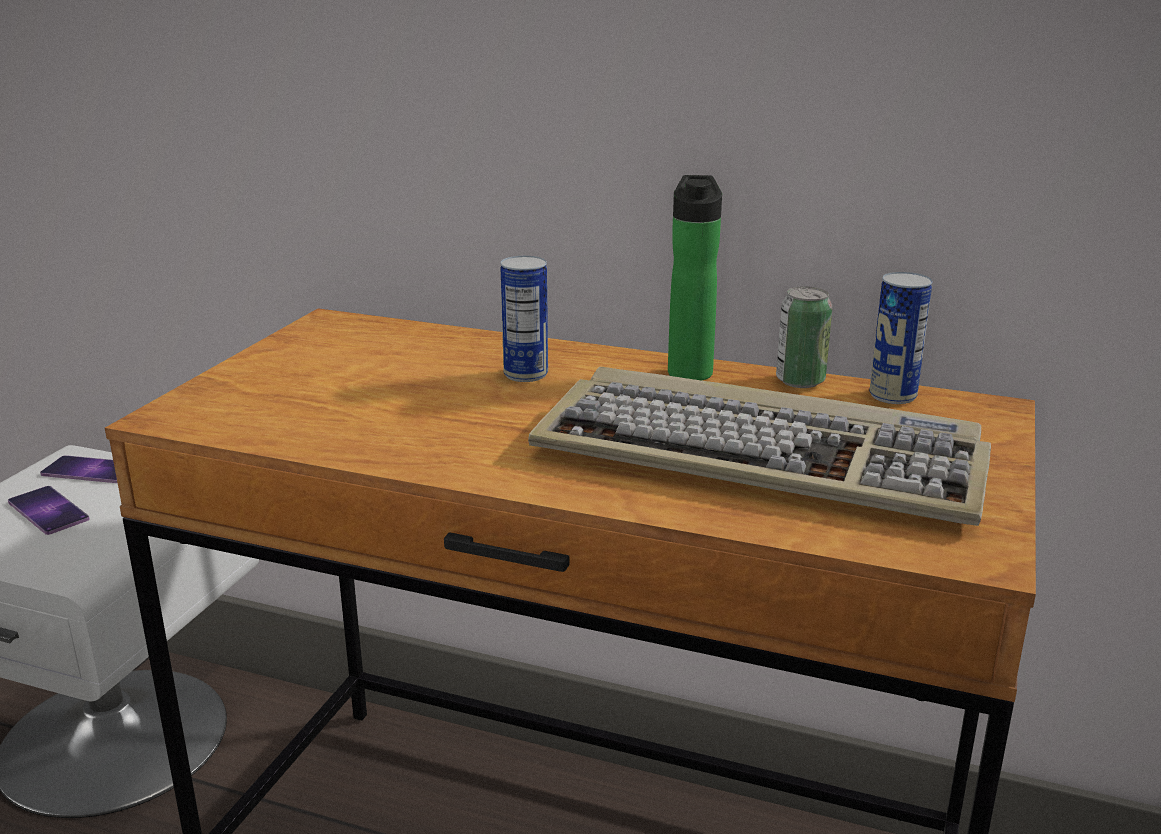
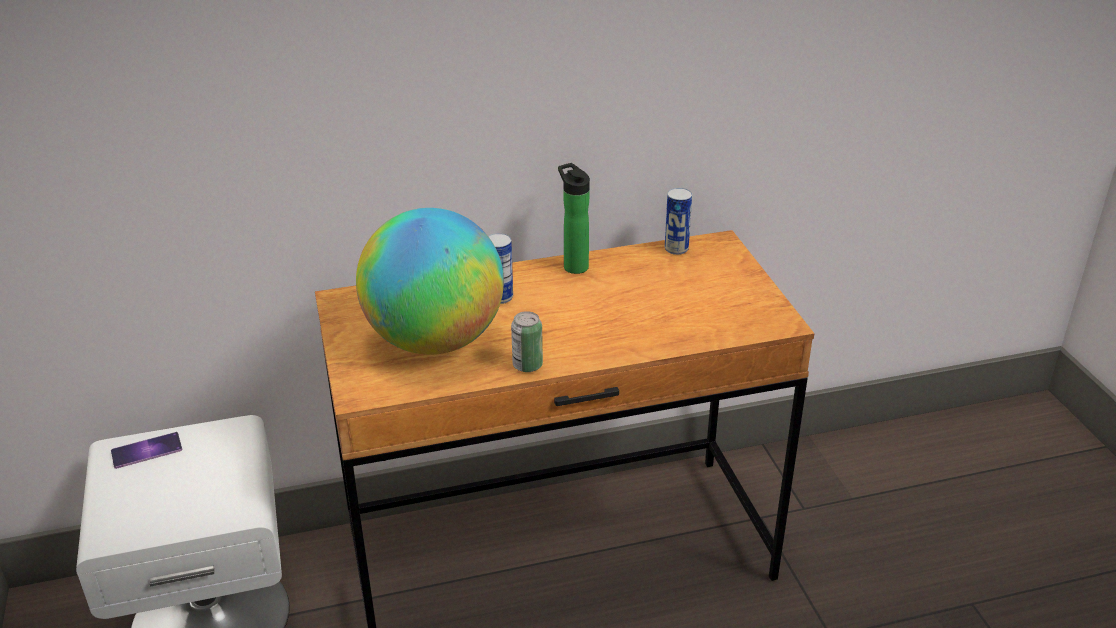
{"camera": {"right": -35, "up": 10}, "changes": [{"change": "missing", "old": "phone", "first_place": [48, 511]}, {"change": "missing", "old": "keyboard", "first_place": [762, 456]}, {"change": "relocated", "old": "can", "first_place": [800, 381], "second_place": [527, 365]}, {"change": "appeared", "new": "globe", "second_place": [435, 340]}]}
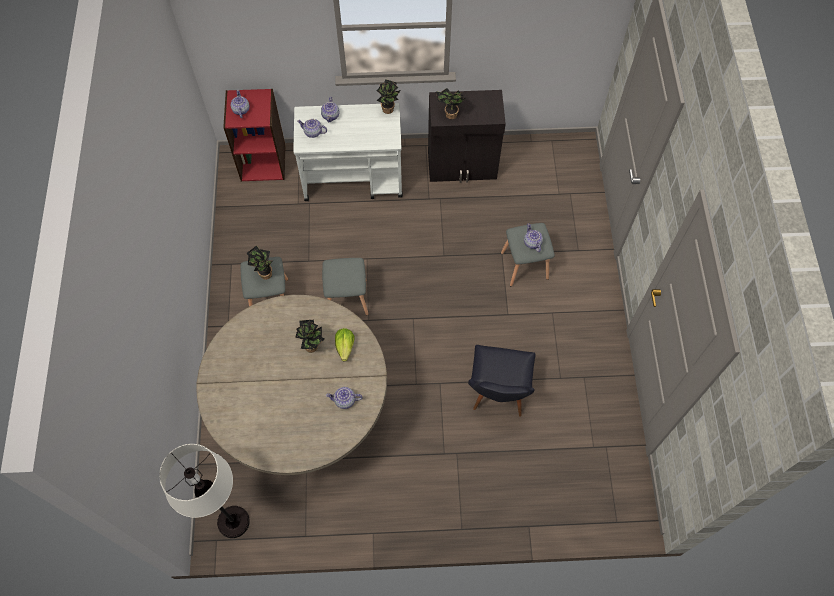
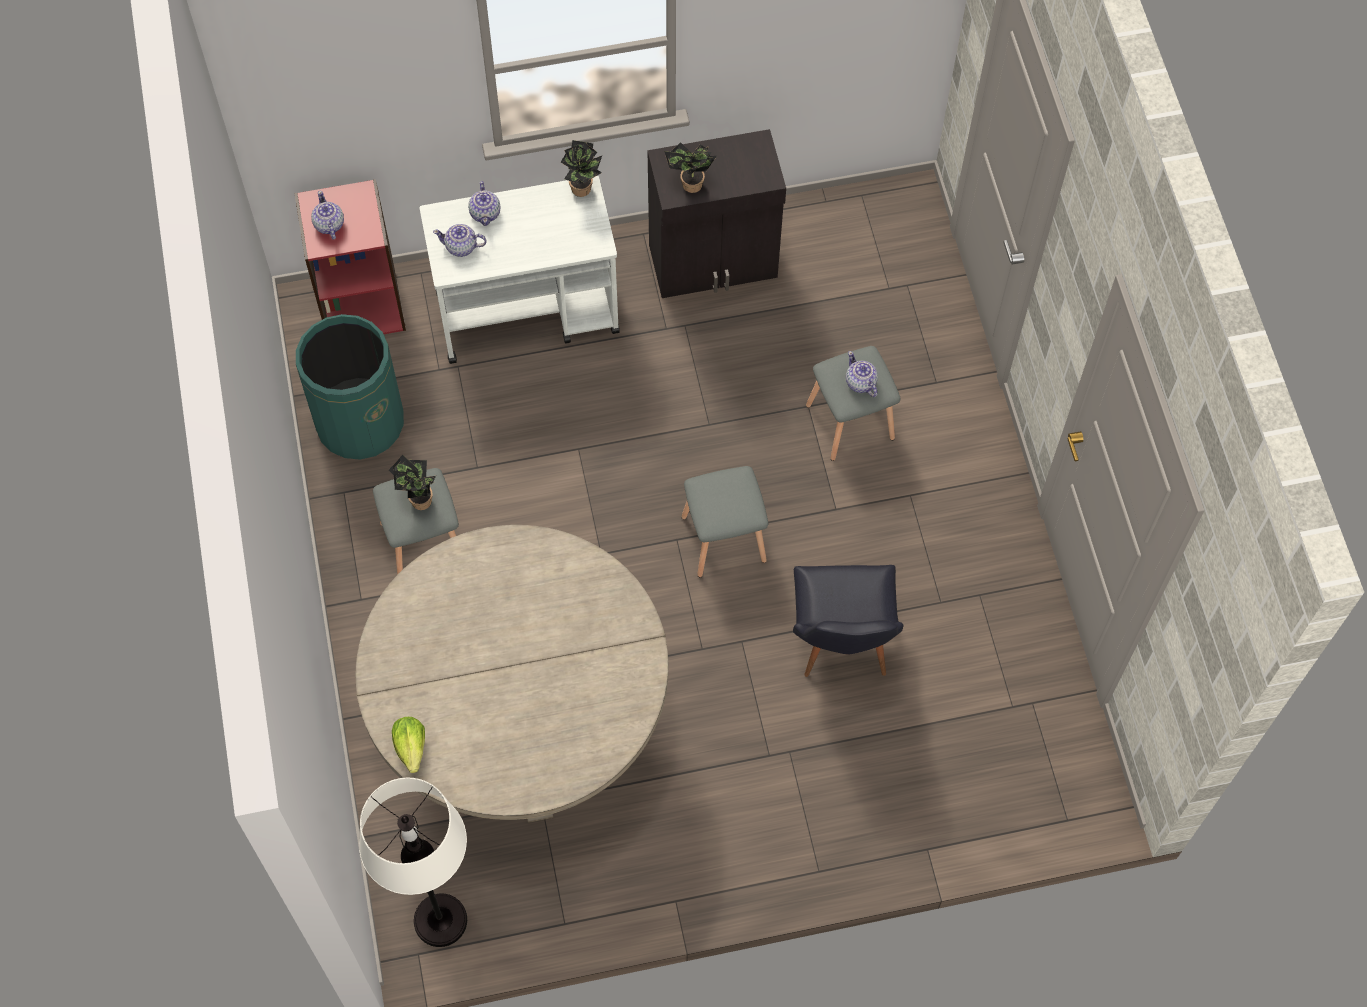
{"camera": {"right": -10, "up": 0}, "changes": [{"change": "missing", "old": "potted plant", "first_place": [313, 347]}, {"change": "relocated", "old": "stool/grey", "first_place": [348, 298], "second_place": [725, 538]}, {"change": "missing", "old": "teapot", "first_place": [344, 400]}, {"change": "relocated", "old": "lettuce", "first_place": [345, 347], "second_place": [411, 747]}, {"change": "appeared", "new": "trash can/green", "second_place": [360, 422]}]}
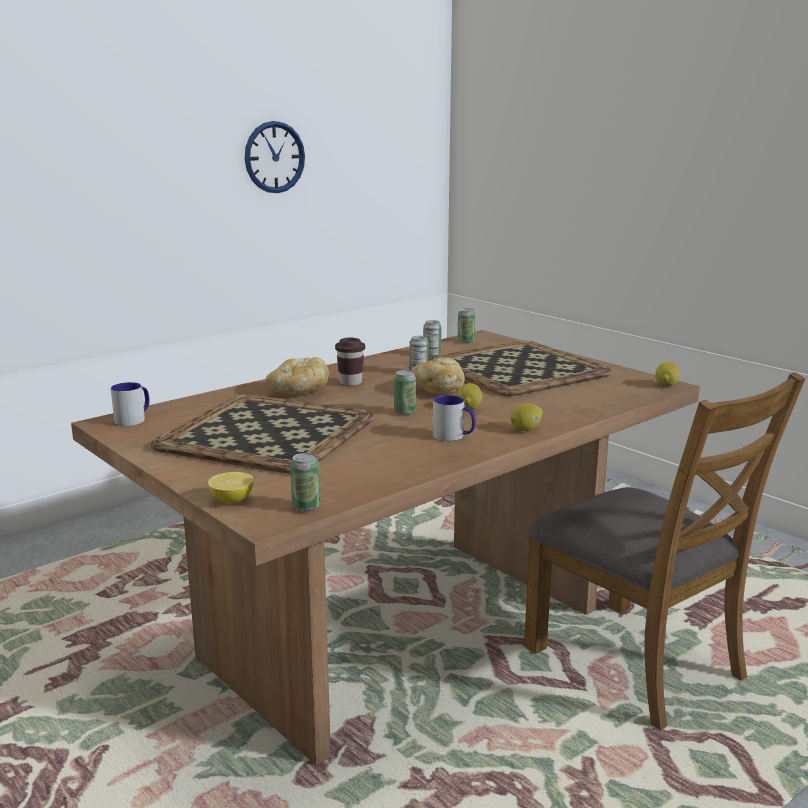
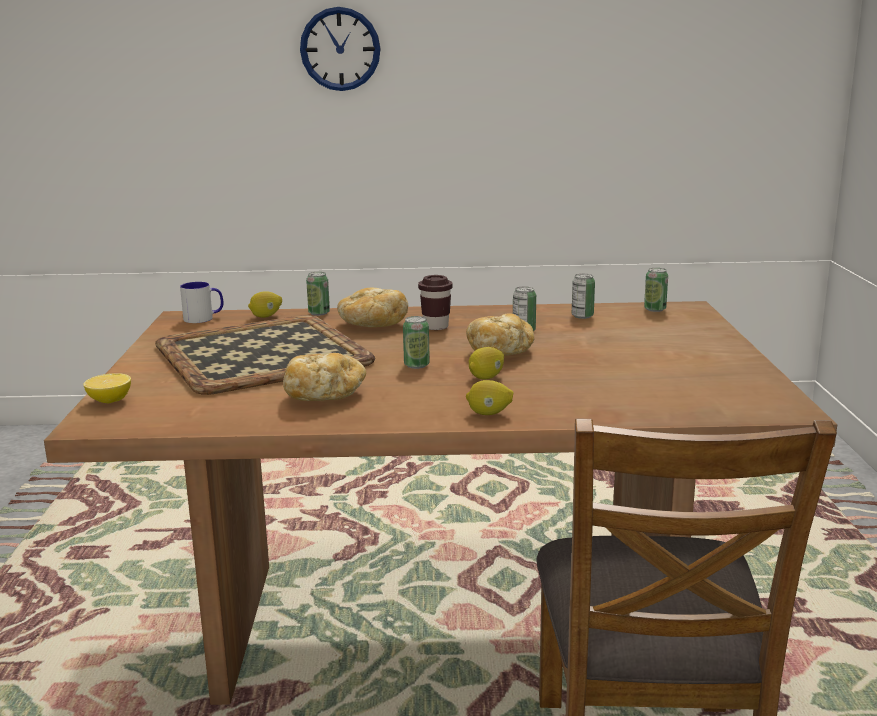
{"camera": {"right": 40, "up": 0}, "changes": [{"change": "relocated", "old": "wall clock", "first_place": [274, 157], "second_place": [340, 49]}, {"change": "relocated", "old": "can", "first_place": [306, 507], "second_place": [319, 313]}, {"change": "missing", "old": "tray", "first_place": [517, 369]}, {"change": "missing", "old": "mug", "first_place": [454, 436]}, {"change": "relocated", "old": "lemon", "first_place": [666, 385], "second_place": [266, 316]}, {"change": "appeared", "new": "bread", "second_place": [324, 396]}]}
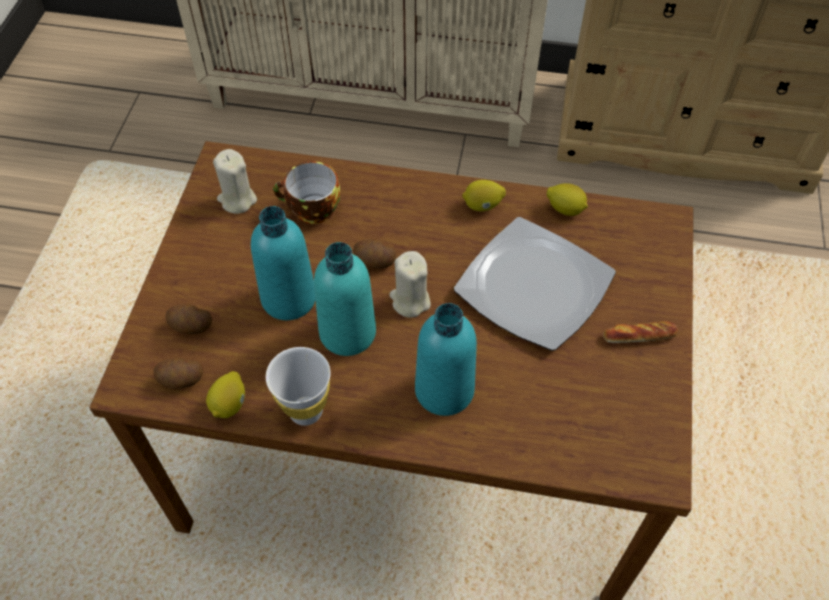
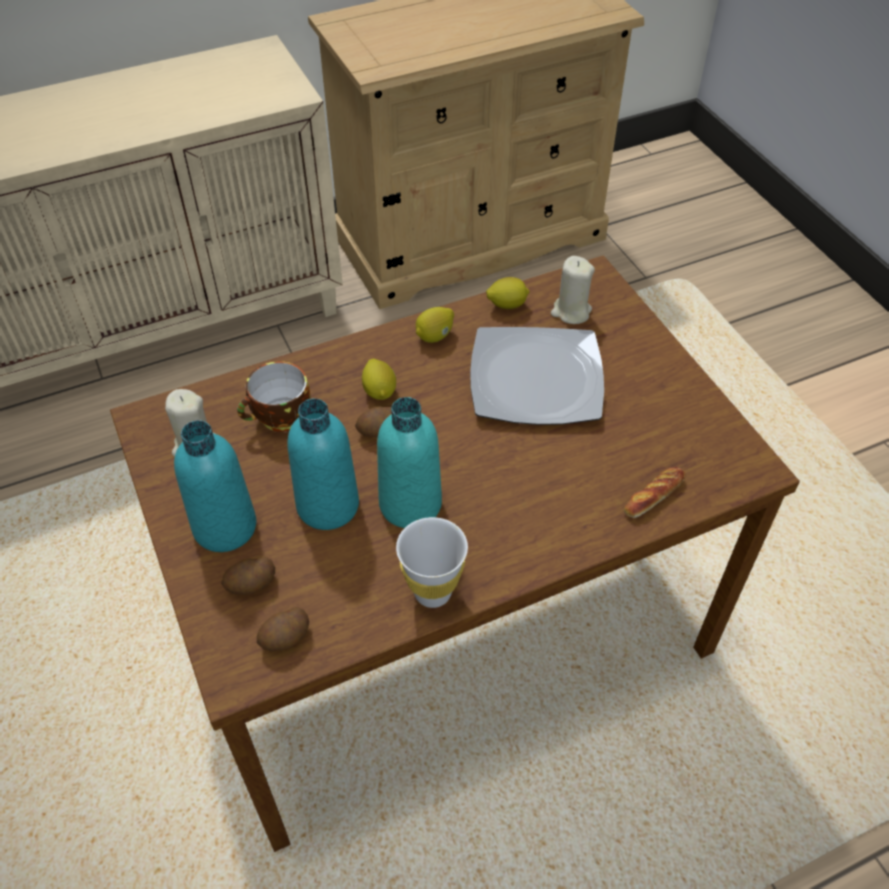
{"camera": {"right": -35, "up": -5}, "changes": [{"change": "relocated", "old": "lemon", "first_place": [229, 404], "second_place": [379, 391]}, {"change": "relocated", "old": "candle/beige", "first_place": [410, 301], "second_place": [571, 312]}, {"change": "relocated", "old": "bottle/turquoise", "first_place": [444, 390], "second_place": [225, 527]}, {"change": "relocated", "old": "bread", "first_place": [639, 335], "second_place": [654, 495]}]}
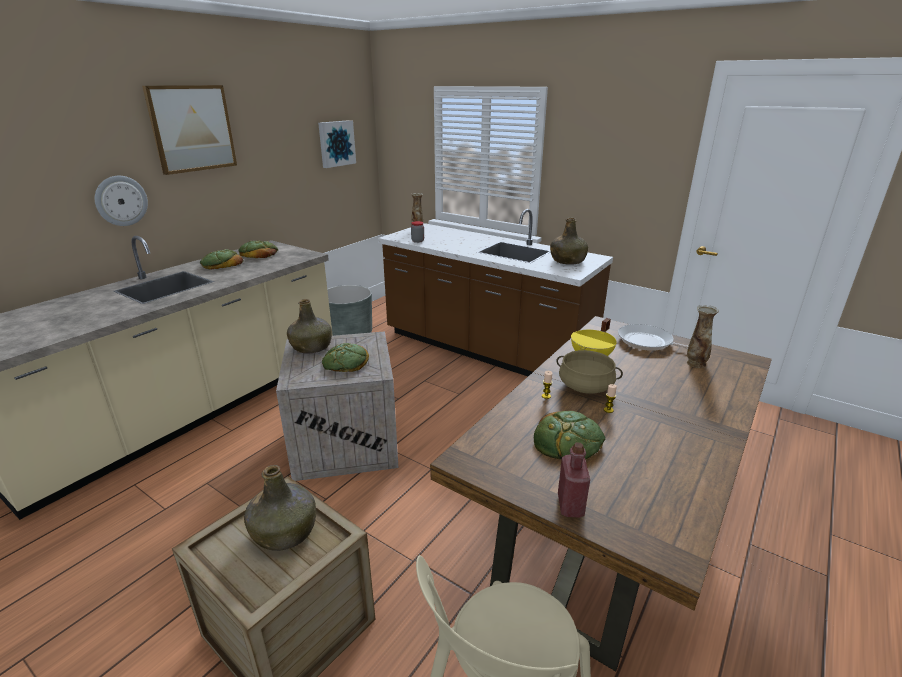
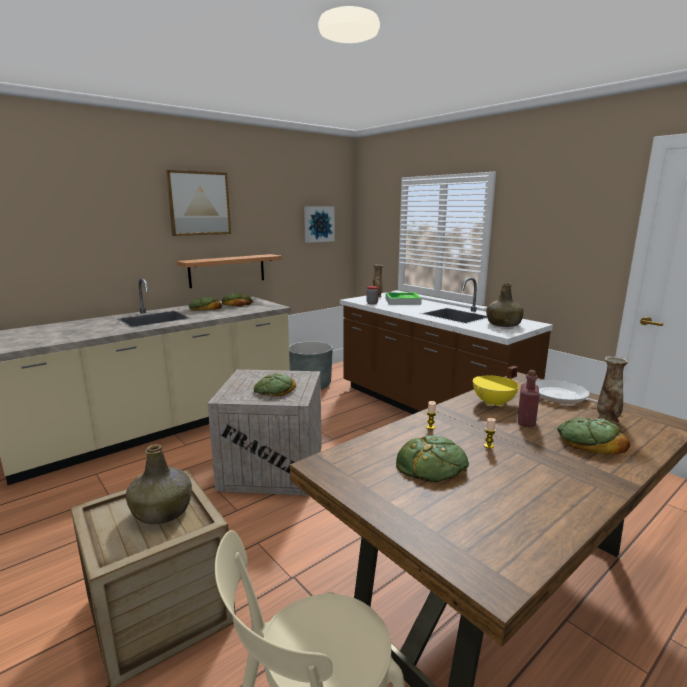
{"camera": {"right": 15, "up": -10}, "changes": [{"change": "missing", "old": "wall clock", "first_place": [121, 201]}, {"change": "missing", "old": "bottle/green", "first_place": [311, 347]}, {"change": "missing", "old": "cooking pot/beige", "first_place": [585, 386]}, {"change": "relocated", "old": "bottle/red", "first_place": [570, 505], "second_place": [526, 421]}, {"change": "appeared", "new": "shelf", "second_place": [227, 270]}, {"change": "appeared", "new": "tray", "second_place": [402, 301]}, {"change": "appeared", "new": "bread", "second_place": [590, 440]}]}
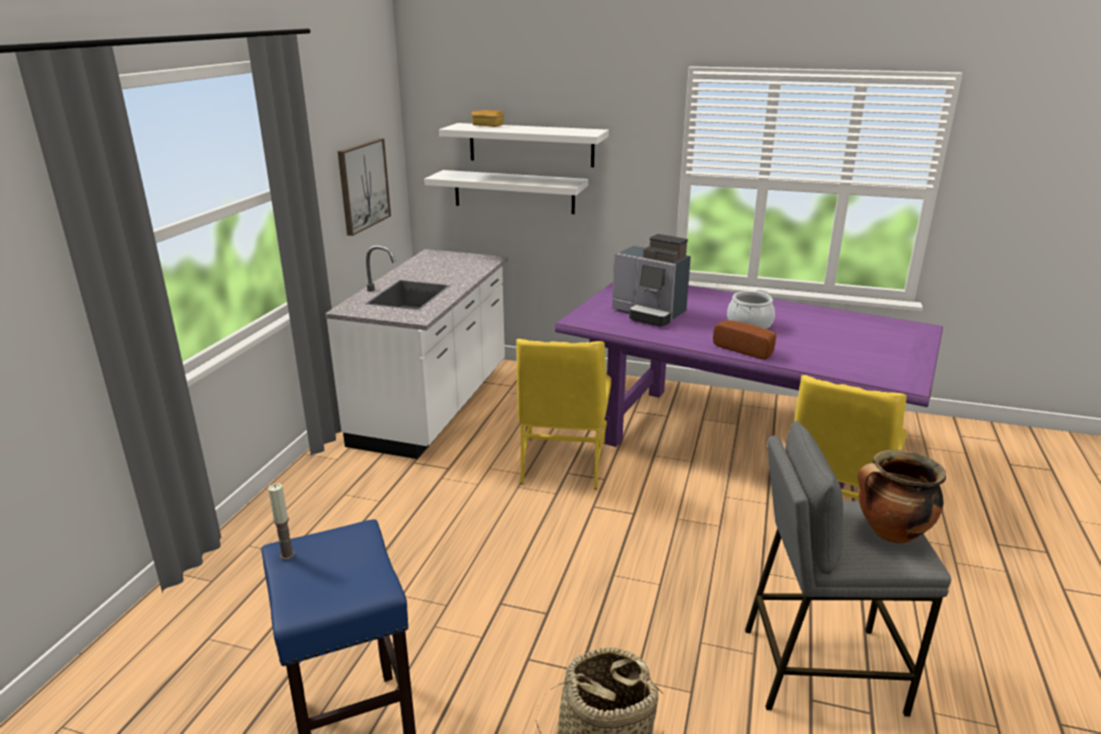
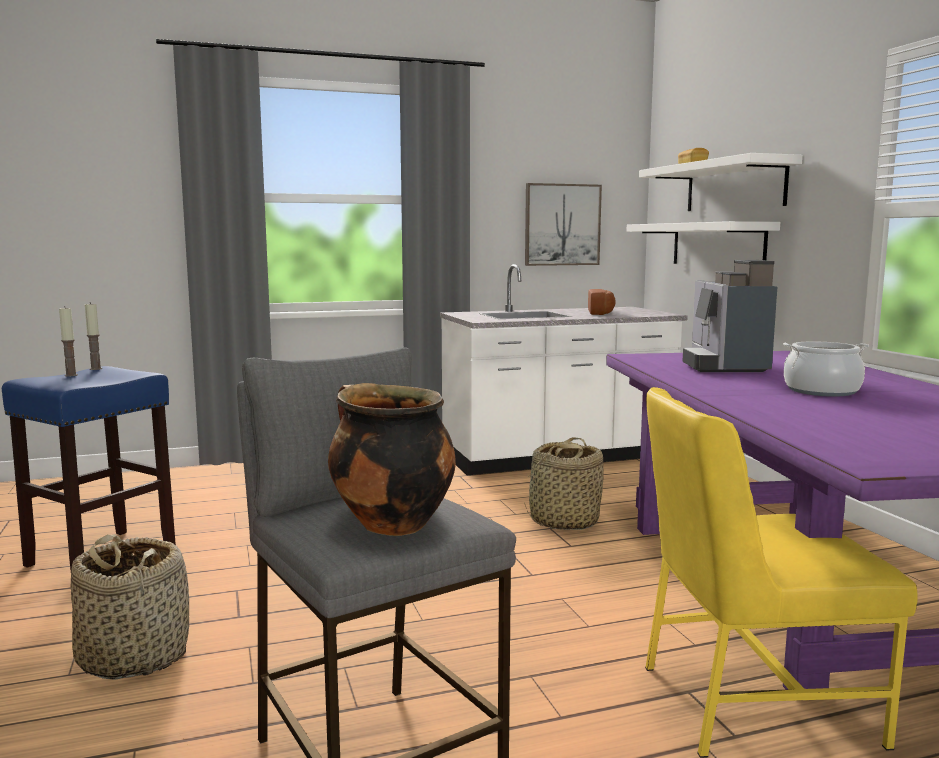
{"camera": {"right": 55, "up": -15}, "changes": [{"change": "exchanged", "old": "chair/yellow", "new": "basket", "first_place": [562, 463], "second_place": [563, 522]}, {"change": "relocated", "old": "bread", "first_place": [745, 349], "second_place": [601, 313]}, {"change": "appeared", "new": "candle", "second_place": [71, 375]}]}
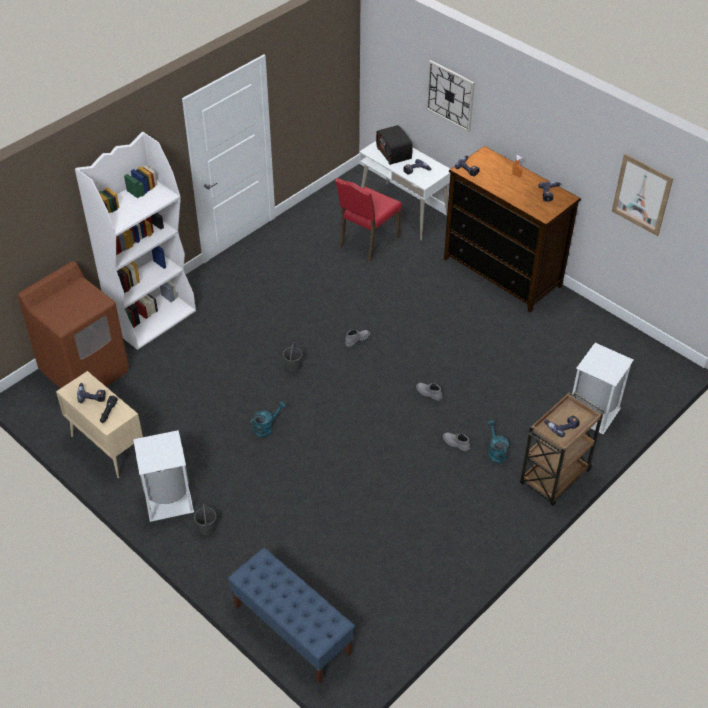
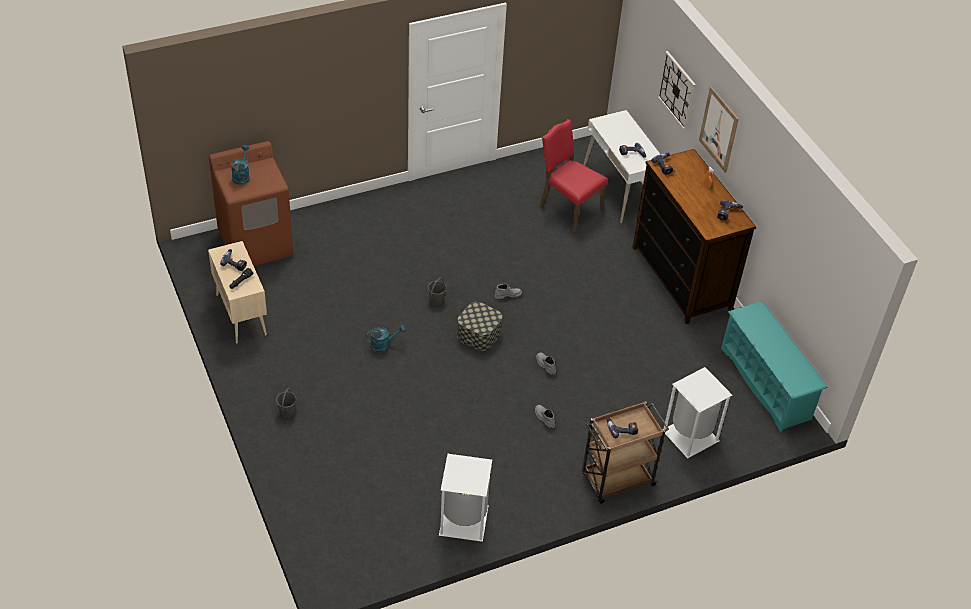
{"camera": {"right": 20, "up": 0}, "changes": [{"change": "missing", "old": "bookcase/white", "first_place": [153, 318]}, {"change": "relocated", "old": "trash can/white", "first_place": [168, 500], "second_place": [462, 521]}, {"change": "missing", "old": "bench/blue", "first_place": [292, 629]}, {"change": "spun", "old": "chair/red", "first_place": [367, 242], "second_place": [568, 209], "degrees": 75}, {"change": "missing", "old": "radio", "first_place": [394, 153]}, {"change": "relocated", "old": "watering can/turquoise", "first_place": [495, 452], "second_place": [241, 175]}, {"change": "relocated", "old": "picture", "first_place": [641, 195], "second_place": [719, 129]}, {"change": "appeared", "new": "storage box", "second_place": [478, 334]}, {"change": "appeared", "new": "shoe rack/turquoise", "second_place": [766, 384]}]}
